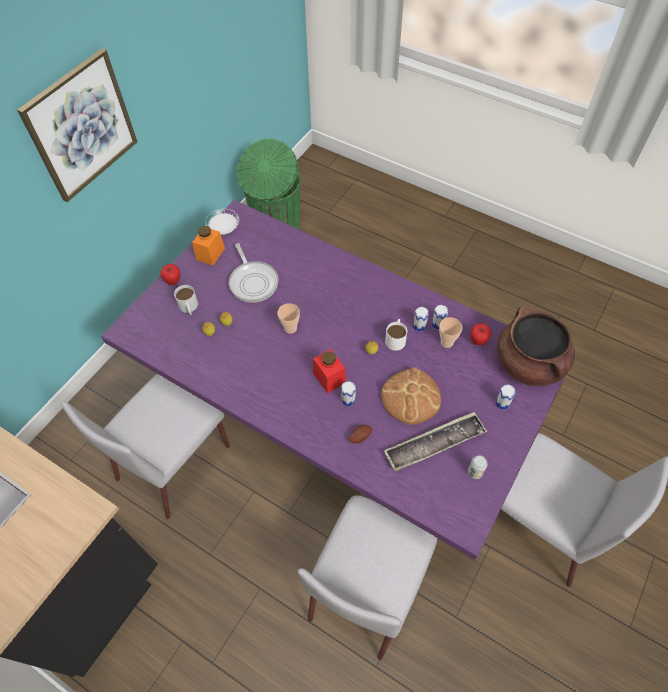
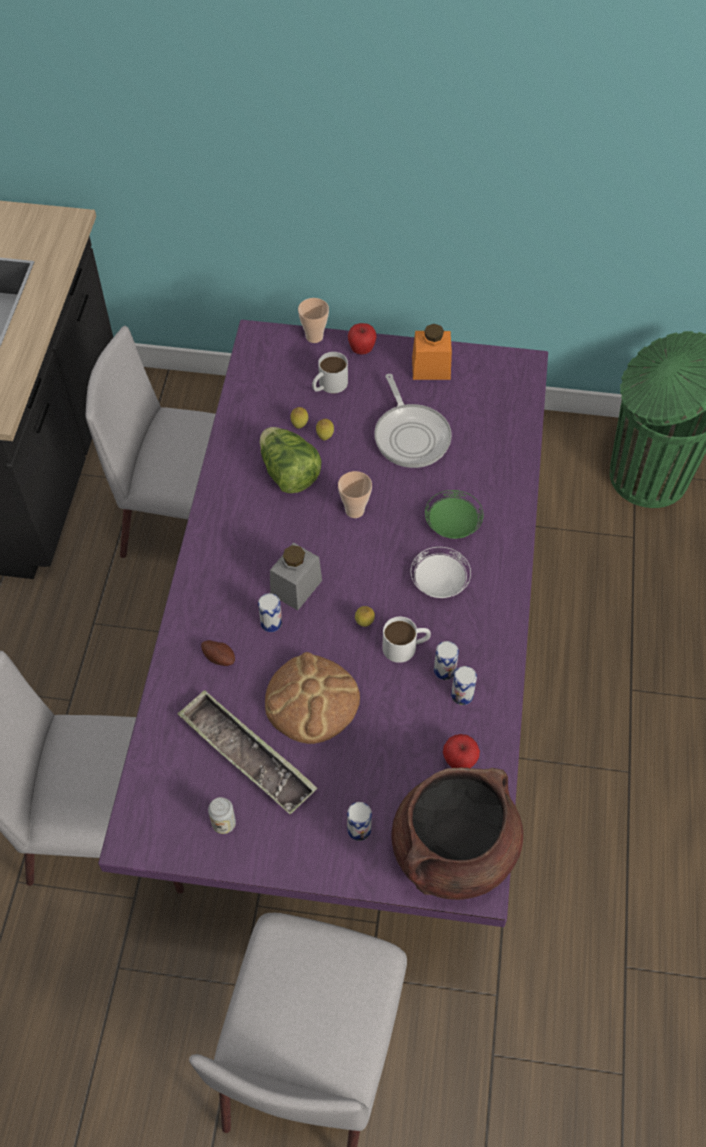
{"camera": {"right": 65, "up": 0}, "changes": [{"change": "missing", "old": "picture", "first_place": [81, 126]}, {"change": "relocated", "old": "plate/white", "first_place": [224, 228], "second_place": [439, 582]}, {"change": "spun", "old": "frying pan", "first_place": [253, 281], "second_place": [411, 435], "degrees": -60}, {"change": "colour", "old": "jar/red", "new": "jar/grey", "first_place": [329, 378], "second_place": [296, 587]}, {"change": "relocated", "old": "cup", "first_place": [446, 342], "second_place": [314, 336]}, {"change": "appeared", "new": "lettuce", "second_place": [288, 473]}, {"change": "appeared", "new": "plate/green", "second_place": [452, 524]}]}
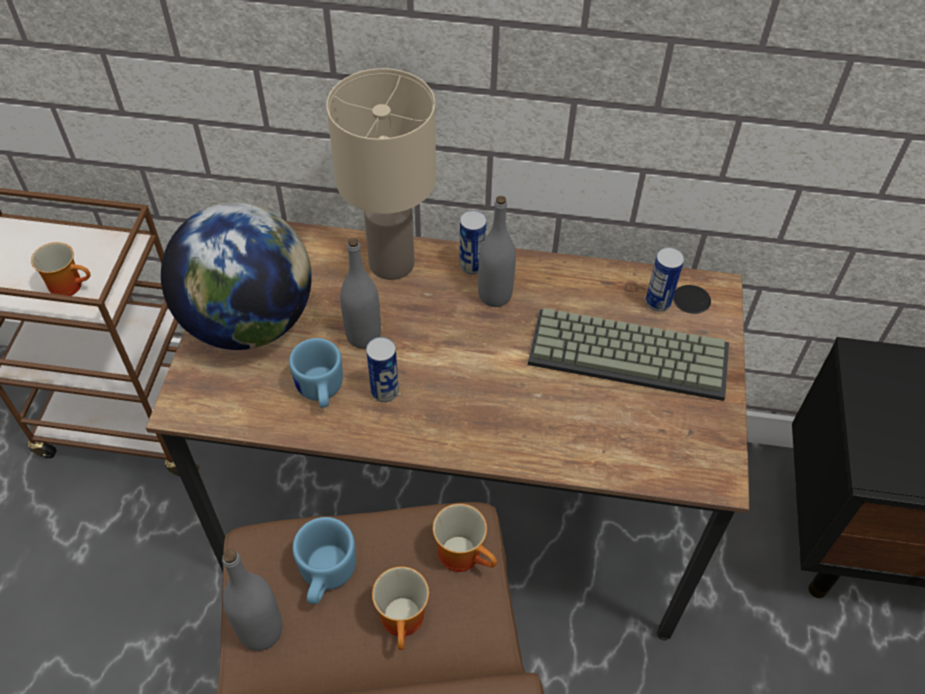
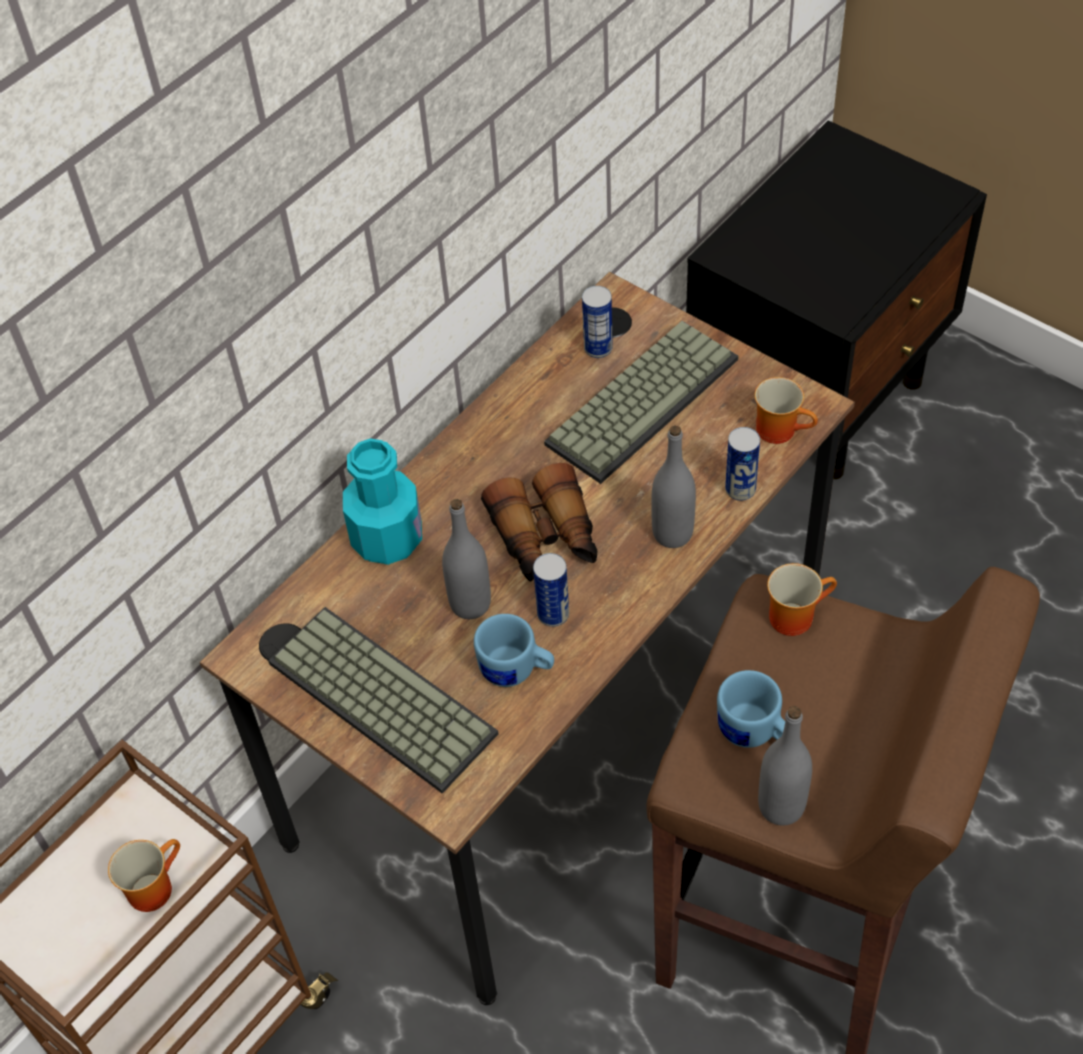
{"camera": {"right": -55, "up": 0}, "changes": [{"change": "exchanged", "old": "globe", "new": "keyboard", "first_place": [249, 321], "second_place": [377, 700]}, {"change": "exchanged", "old": "table lamp/beige", "new": "bottle/turquoise", "first_place": [391, 262], "second_place": [387, 538]}, {"change": "relocated", "old": "mug", "first_place": [405, 621], "second_place": [781, 429]}, {"change": "relocated", "old": "can", "first_place": [471, 265], "second_place": [740, 489]}, {"change": "relocated", "old": "bottle/grey", "first_place": [495, 295], "second_place": [672, 533]}, {"change": "appeared", "new": "binoculars", "second_place": [546, 538]}]}
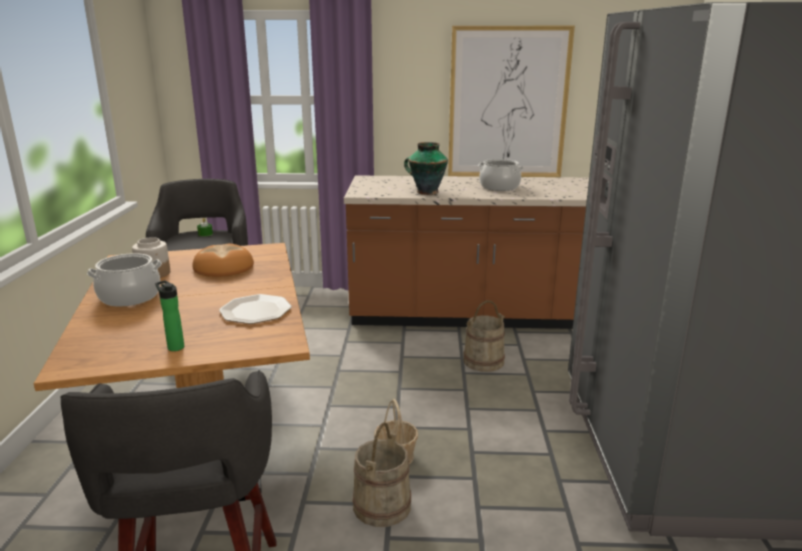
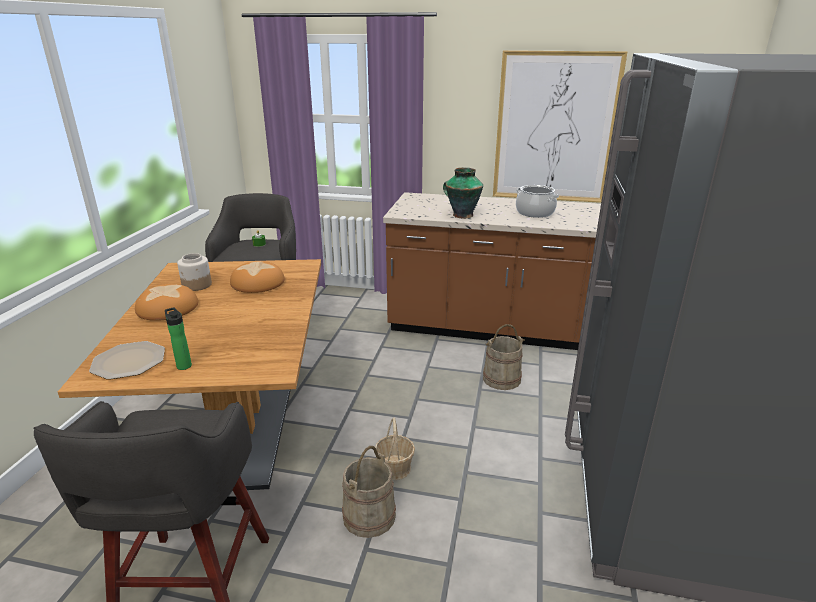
{"camera": {"right": 10, "up": 5}, "changes": [{"change": "exchanged", "old": "cooking pot", "new": "bread", "first_place": [130, 296], "second_place": [168, 308]}, {"change": "relocated", "old": "plate", "first_place": [256, 310], "second_place": [129, 361]}]}
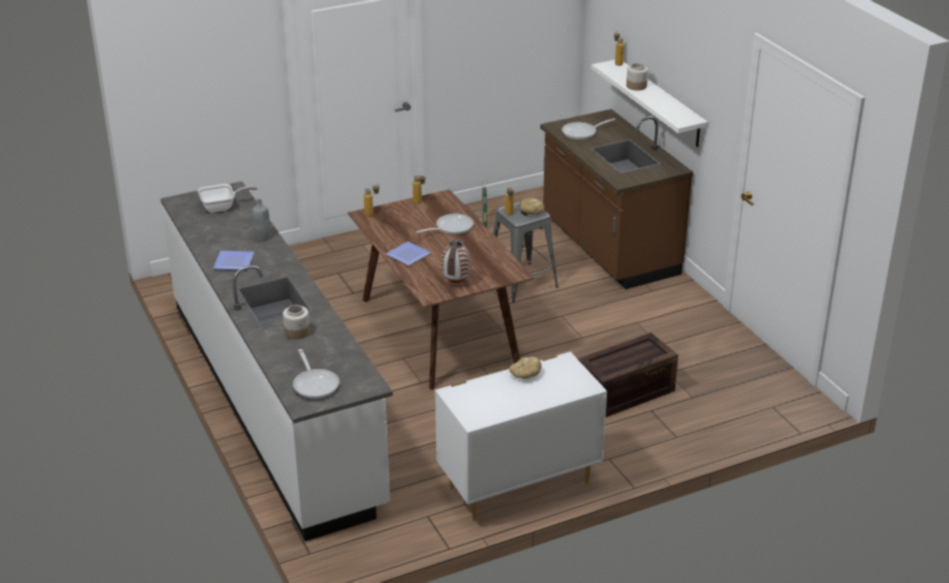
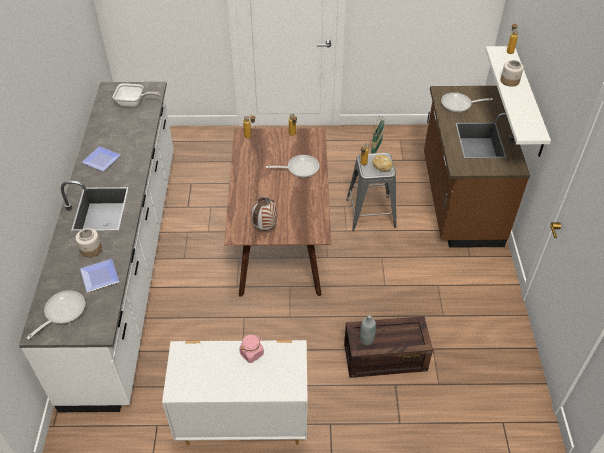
{"camera": {"right": 25, "up": 15}, "changes": [{"change": "relocated", "old": "bottle/grey", "first_place": [262, 238], "second_place": [366, 340]}, {"change": "spun", "old": "frying pan", "first_place": [315, 384], "second_place": [62, 312], "degrees": -150}, {"change": "relocated", "old": "plate", "first_place": [406, 255], "second_place": [98, 276]}, {"change": "exchanged", "old": "bread", "new": "jar/pink", "first_place": [525, 375], "second_place": [252, 353]}]}
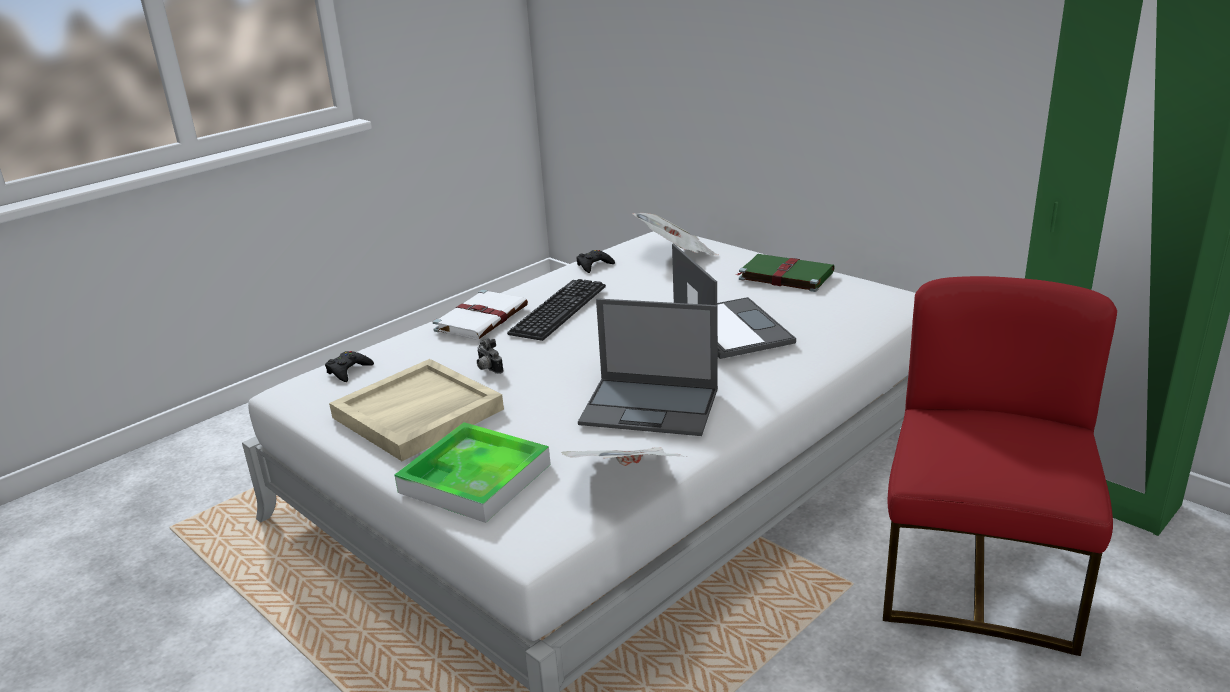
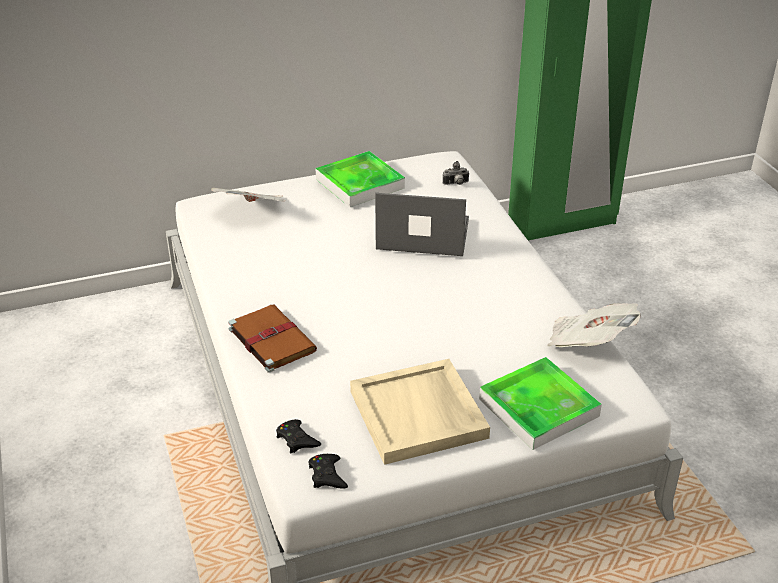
{"camera": {"right": -65, "up": 10}, "changes": [{"change": "colour", "old": "book/white", "new": "book/brown", "first_place": [482, 318], "second_place": [271, 339]}, {"change": "relocated", "old": "photo camera", "first_place": [487, 369], "second_place": [456, 184]}, {"change": "missing", "old": "keyboard", "first_place": [558, 310]}, {"change": "relocated", "old": "game controller/black", "first_place": [594, 265], "second_place": [327, 475]}, {"change": "missing", "old": "laptop", "first_place": [651, 406]}, {"change": "exchanged", "old": "book/green", "new": "tray", "first_place": [784, 275], "second_place": [360, 183]}, {"change": "missing", "old": "chair/red", "first_place": [980, 578]}]}
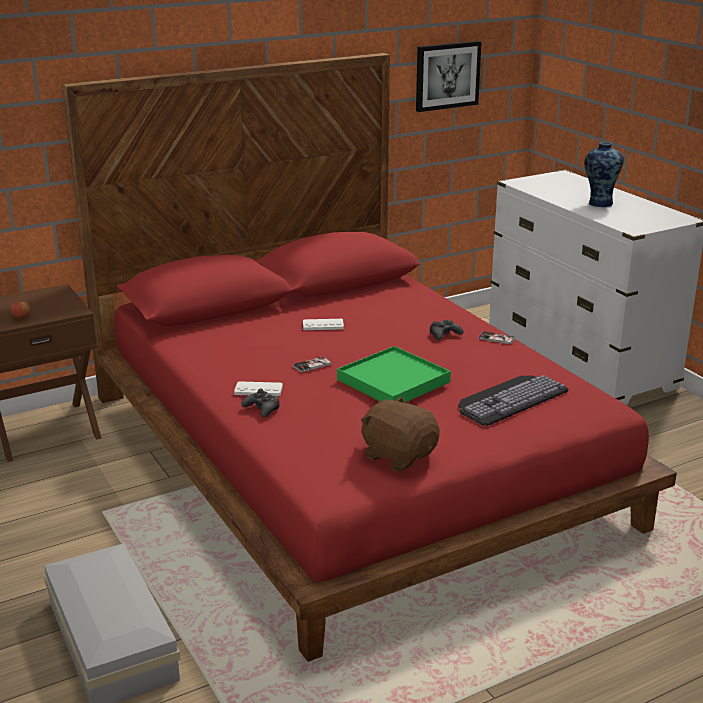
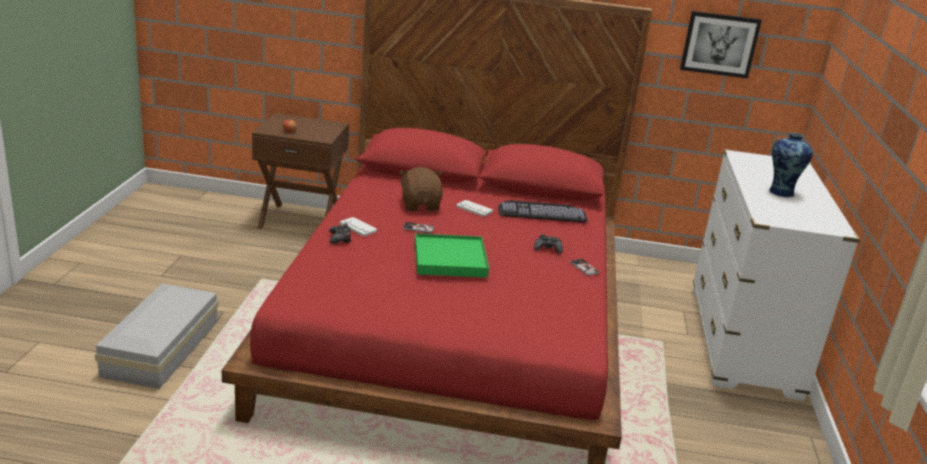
{"camera": {"right": 35, "up": 0}, "changes": [{"change": "relocated", "old": "plush toy/brown", "first_place": [398, 455], "second_place": [420, 205]}, {"change": "relocated", "old": "keyboard", "first_place": [509, 398], "second_place": [542, 211]}]}
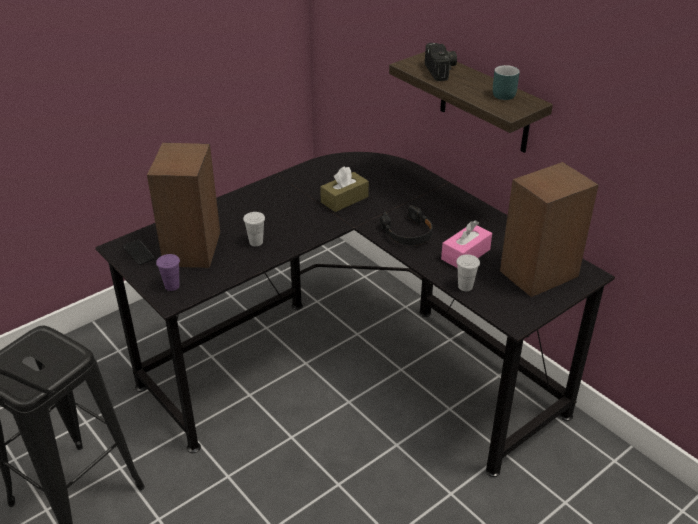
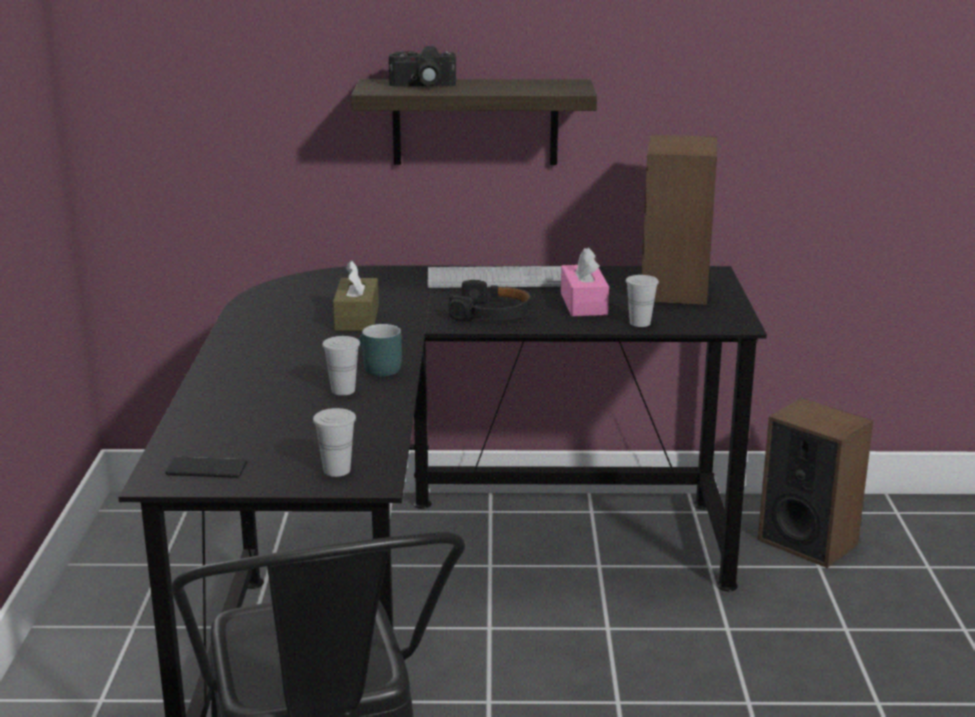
{"camera": {"right": -50, "up": -15}, "changes": [{"change": "relocated", "old": "speaker", "first_place": [193, 249], "second_place": [807, 542]}, {"change": "colour", "old": "cup/purple", "new": "cup/white", "first_place": [172, 286], "second_place": [337, 470]}, {"change": "spun", "old": "photo camera", "first_place": [441, 70], "second_place": [422, 85], "degrees": 150}, {"change": "relocated", "old": "mug/turquoise", "first_place": [502, 93], "second_place": [376, 369]}, {"change": "appeared", "new": "keyboard", "second_place": [500, 279]}]}
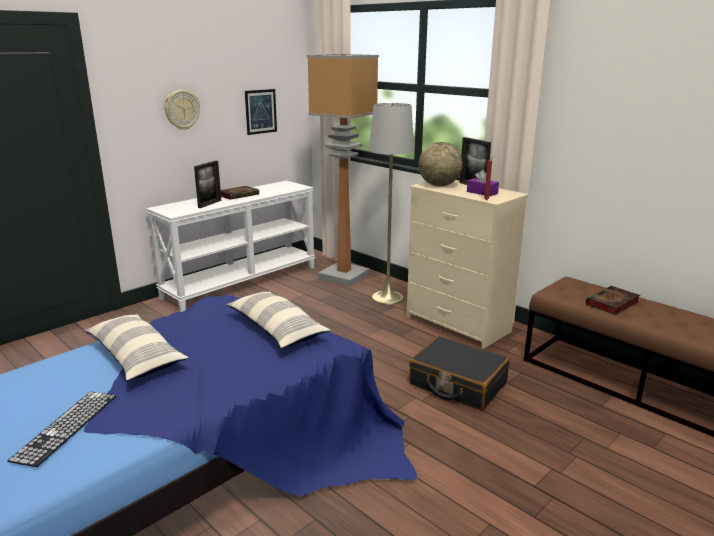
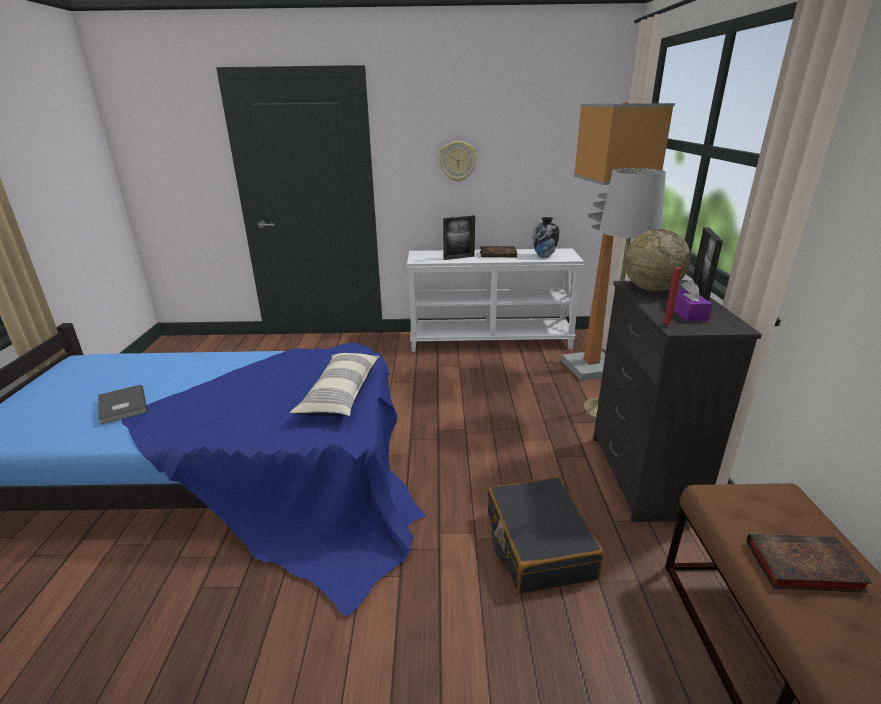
{"camera": {"right": 45, "up": 5}, "changes": [{"change": "exchanged", "old": "keyboard", "new": "book/grey", "first_place": [66, 426], "second_place": [121, 406]}, {"change": "missing", "old": "pillow", "first_place": [135, 356]}, {"change": "missing", "old": "picture", "first_place": [261, 111]}, {"change": "colour", "old": "dresser/beige", "new": "dresser/black", "first_place": [458, 324], "second_place": [642, 476]}, {"change": "appeared", "new": "vase", "second_place": [544, 256]}]}
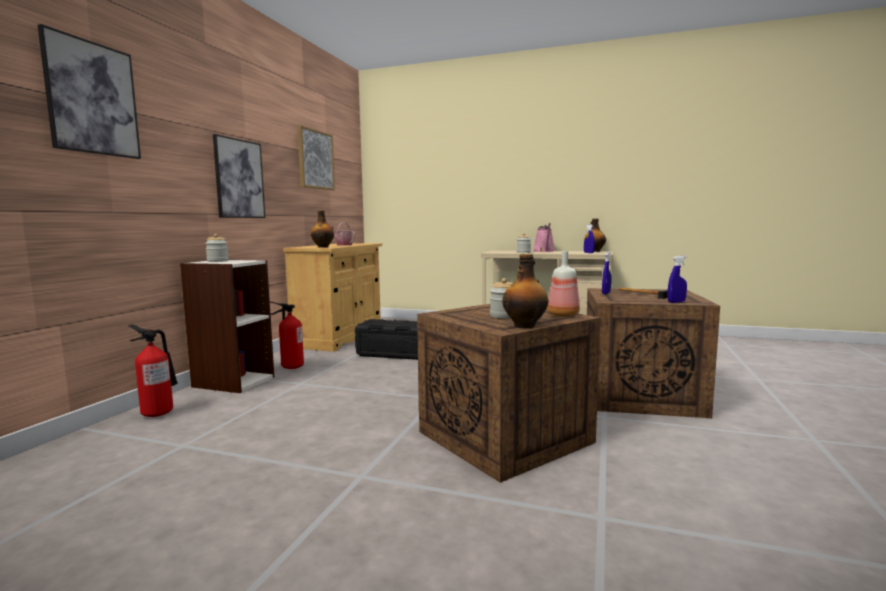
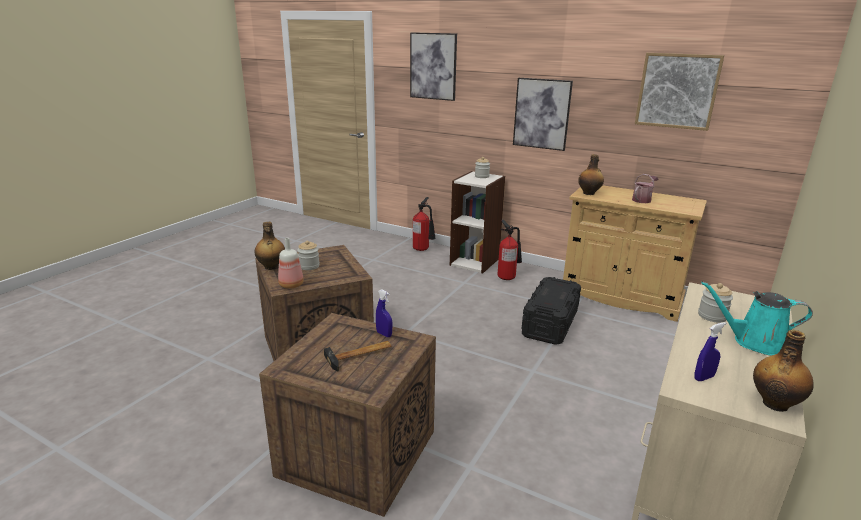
{"camera": {"right": 100, "up": 15}, "changes": [{"change": "colour", "old": "watering can/pink", "new": "watering can/turquoise", "first_place": [544, 251], "second_place": [754, 342]}, {"change": "missing", "old": "spray bottle/blue", "first_place": [676, 302]}]}
